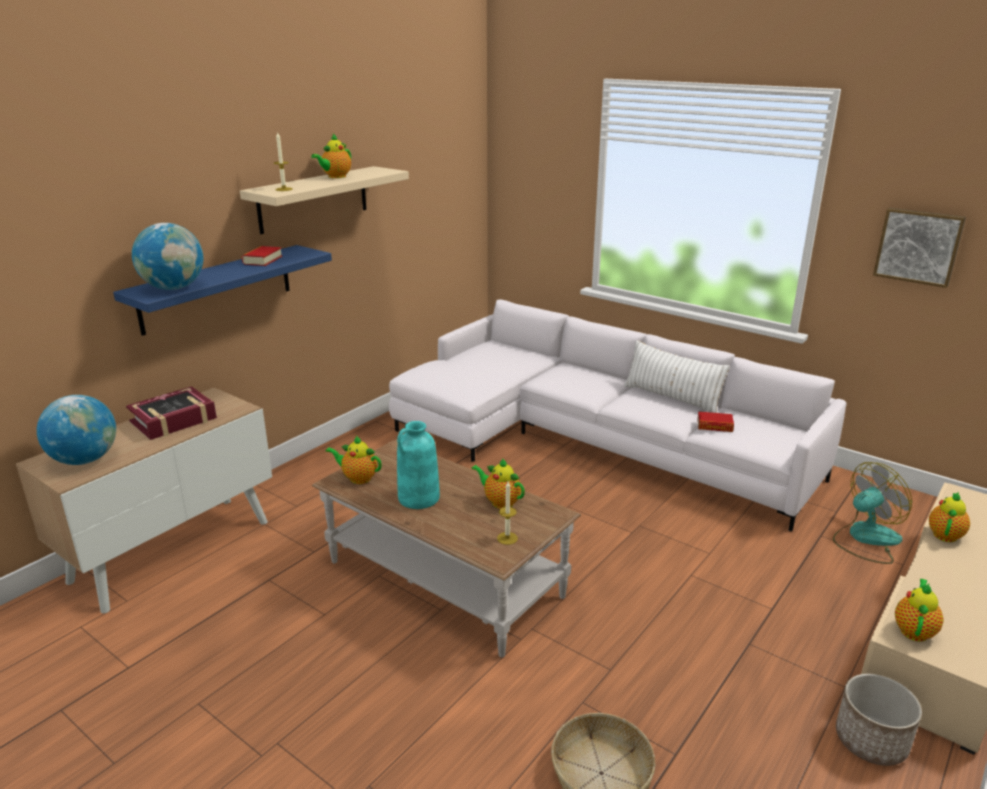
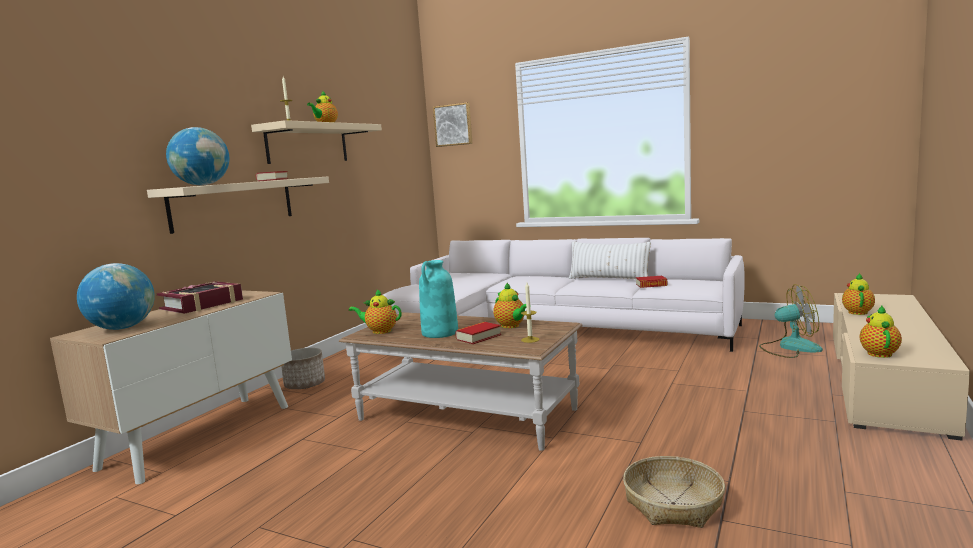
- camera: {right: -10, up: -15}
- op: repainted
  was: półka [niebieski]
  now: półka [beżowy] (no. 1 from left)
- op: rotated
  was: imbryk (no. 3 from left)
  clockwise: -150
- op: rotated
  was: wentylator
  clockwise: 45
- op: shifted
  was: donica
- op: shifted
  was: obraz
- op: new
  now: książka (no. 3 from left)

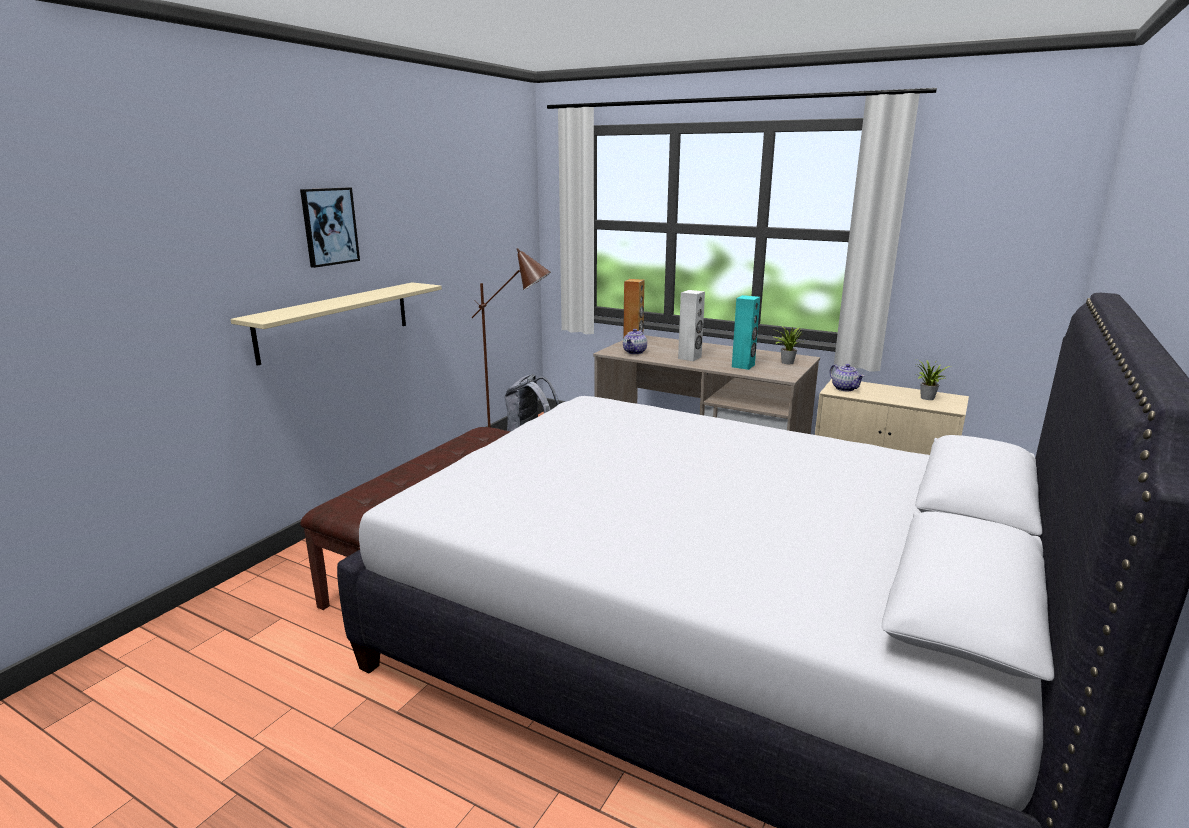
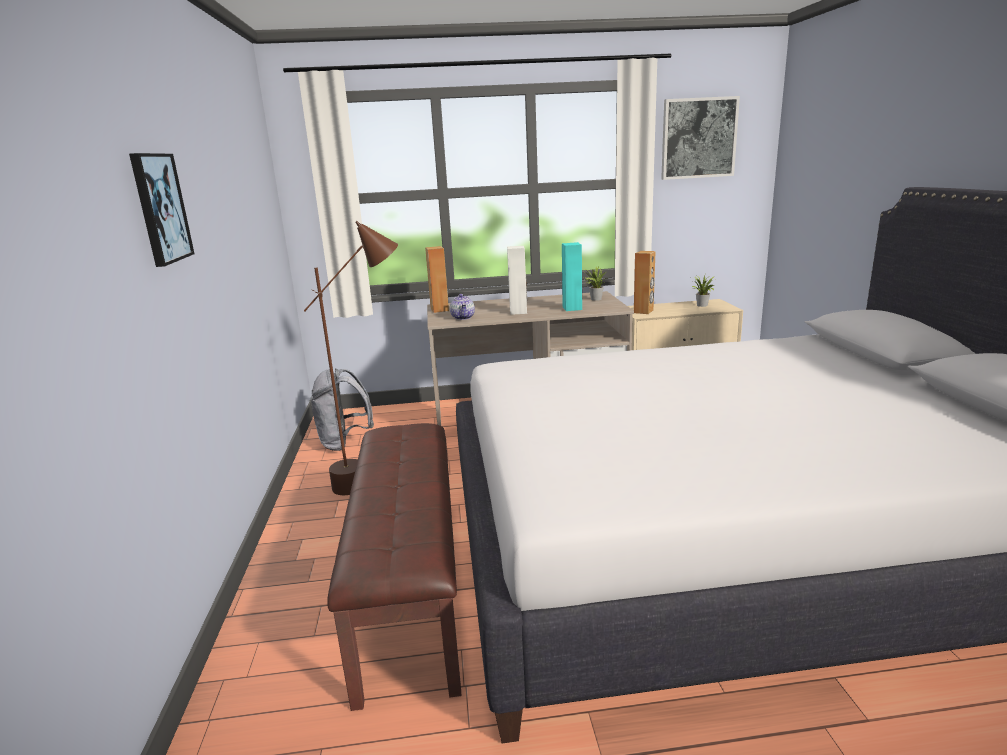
- camera: {right: -35, up: 0}
- op: gone
  was: półka [beżowy]
- op: swapped
  was: imbryk (no. 2 from left)
  now: głośnik [brązowy] (no. 2 from left)
- op: new
  now: obraz (no. 2 from left)

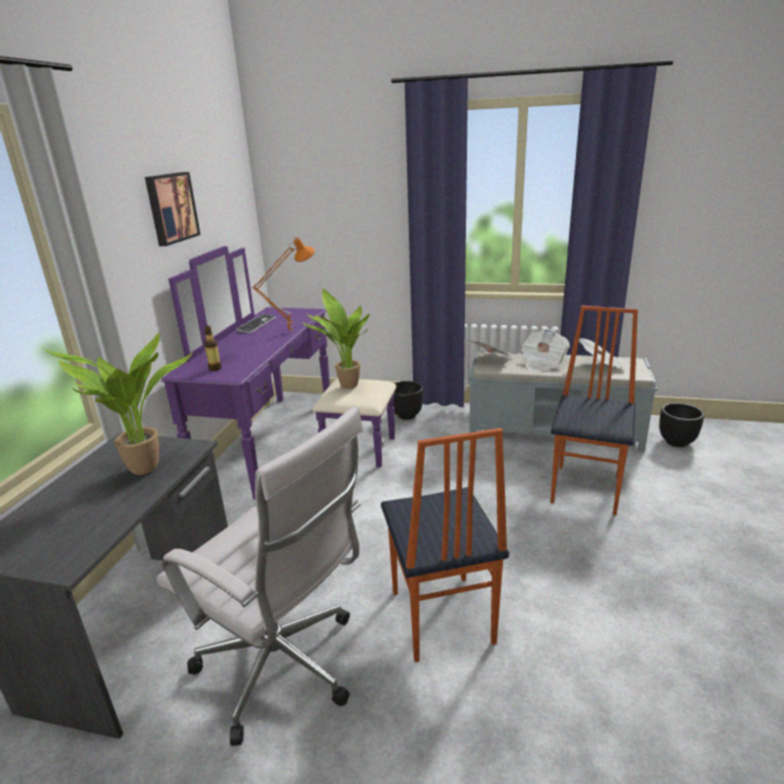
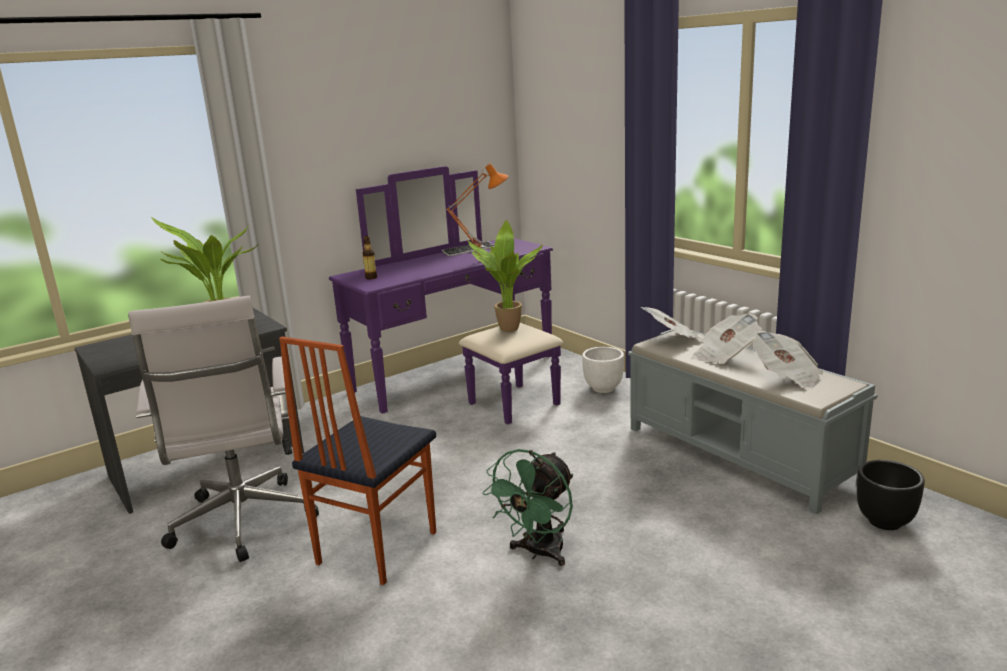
- camera: {right: 40, up: -5}
- op: gone
  was: obraz
- op: repainted
  was: donica [czarny] (no. 1 from left)
  now: donica [biały]
- op: gone
  was: krzesło (no. 2 from left)
- op: new
  now: wentylator [zielony]

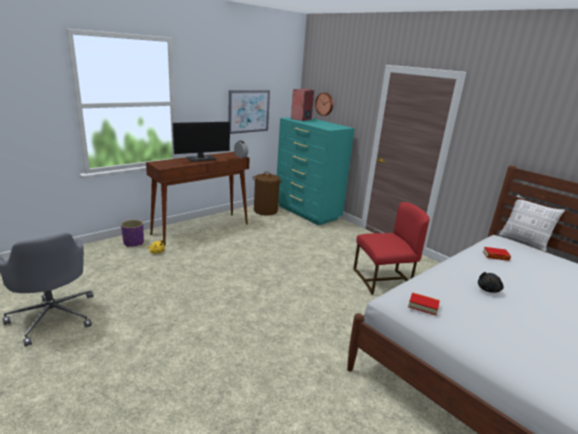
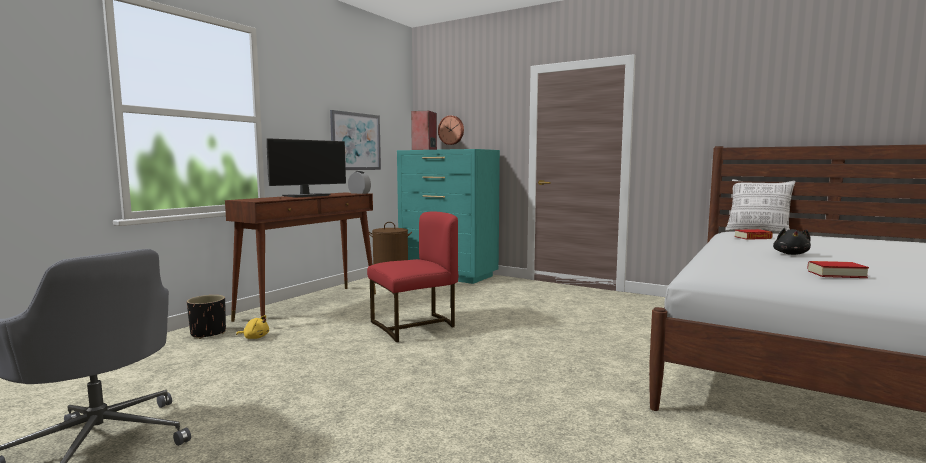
- camera: {right: -15, up: -15}
- op: repainted
  was: donica [fioletowy]
  now: donica [czarny]
- op: shifted
  was: krzesło [czerwony]
- op: shifted
  was: książka (no. 1 from left in the first image)
  now: książka (no. 2 from left)

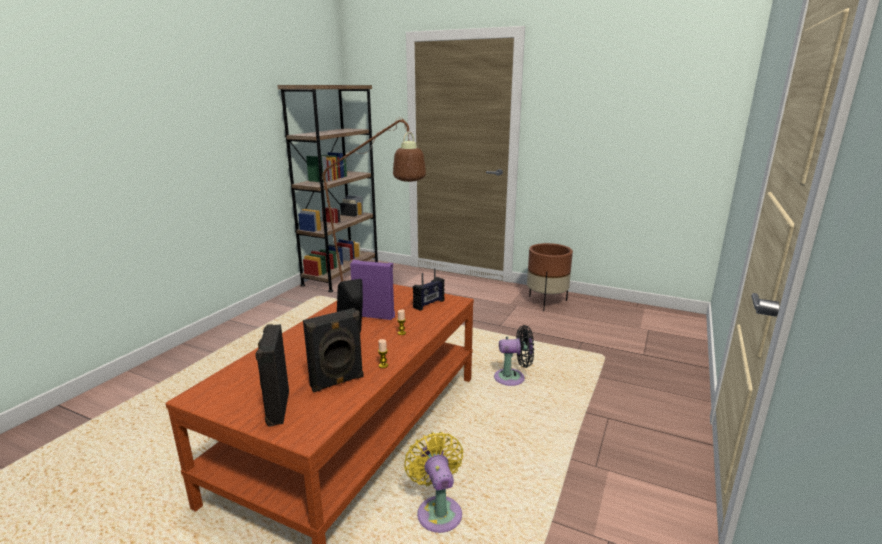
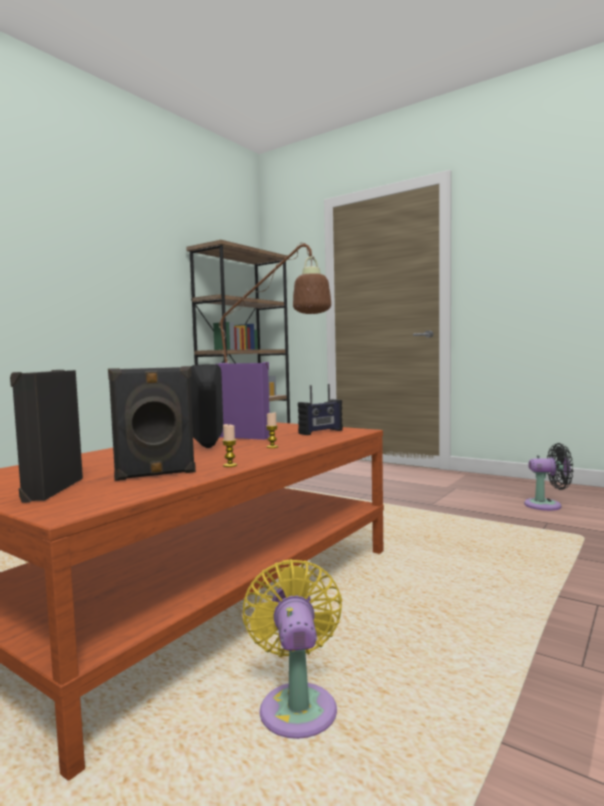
- camera: {right: 10, up: -15}
- op: shifted
  was: wentylator [czarny]
- op: gone
  was: donica [brązowy]

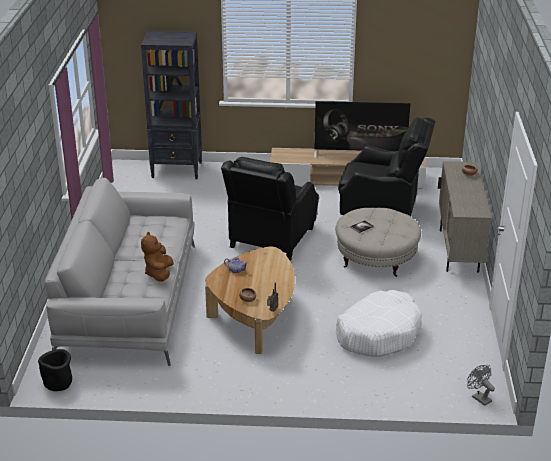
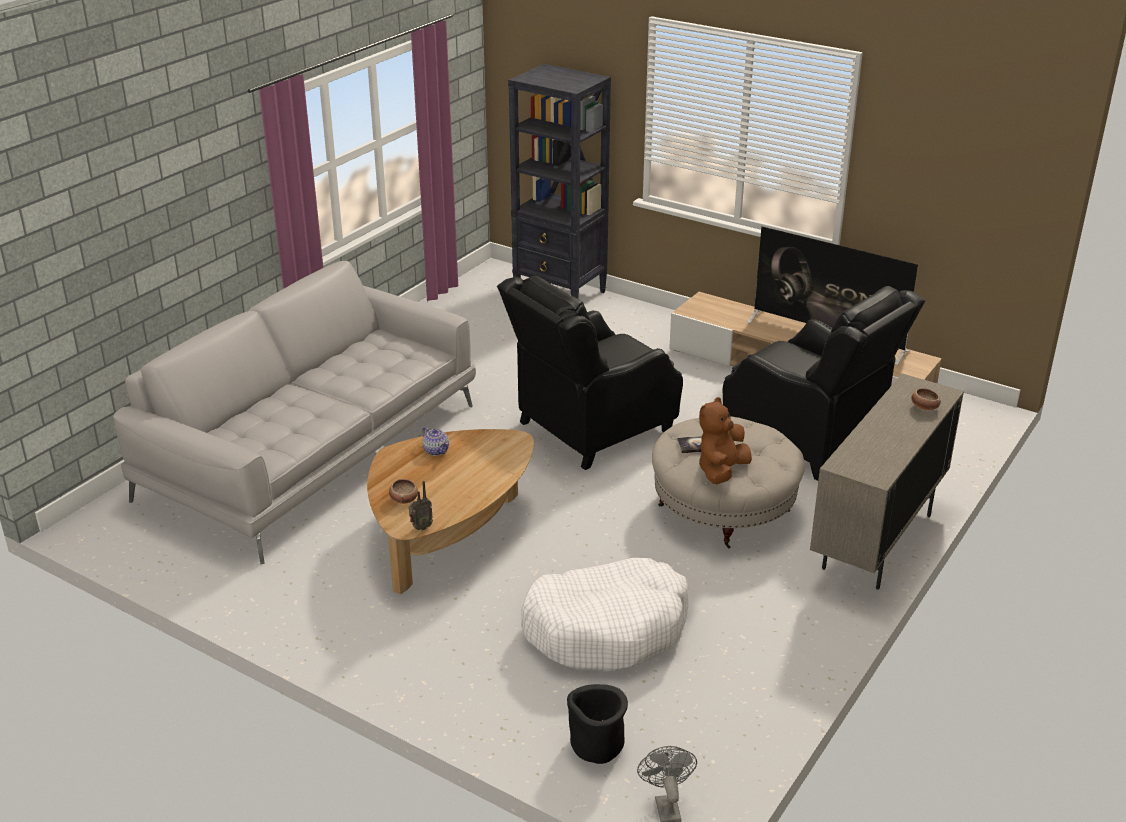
- camera: {right: 30, up: 0}
- op: shifted
  was: donica [czarny]
- op: shifted
  was: pluszak [brązowy]

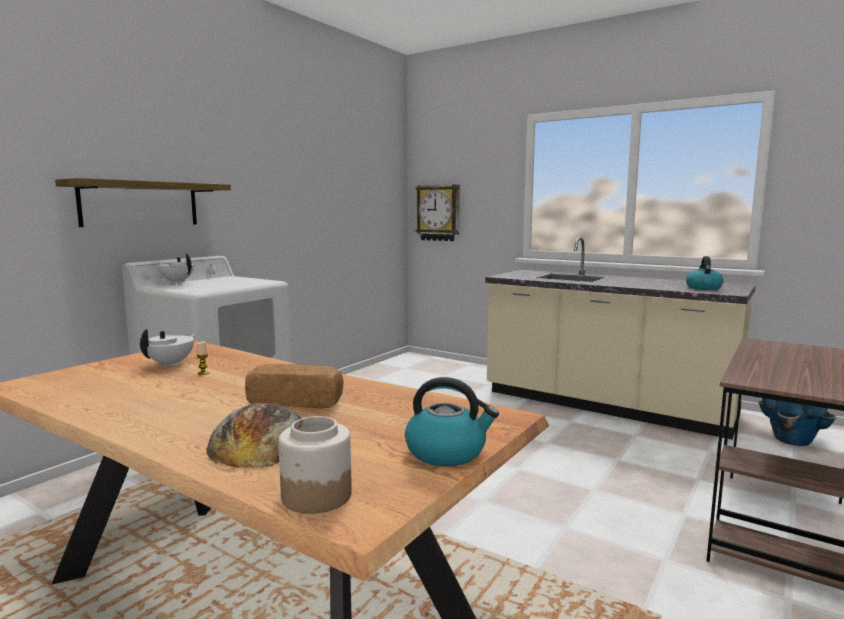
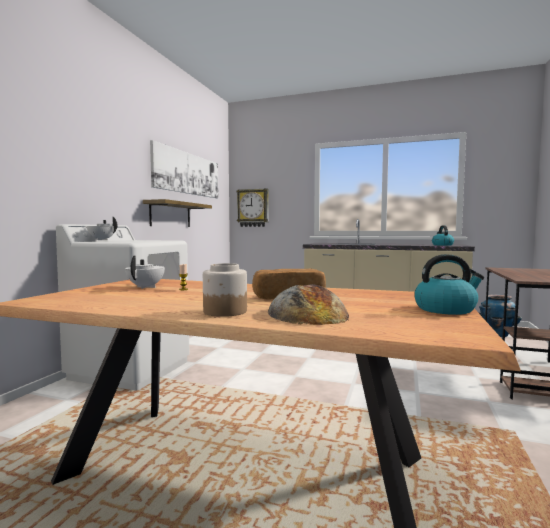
- camera: {right: -15, up: -5}
- op: shifted
  was: półka
- op: shifted
  was: słoik
- op: new
  now: obraz

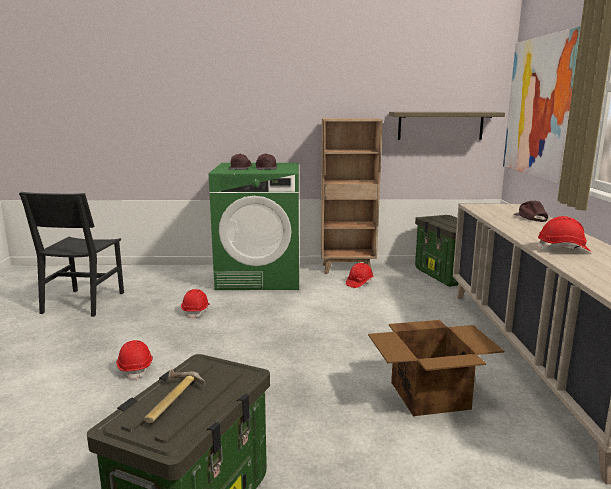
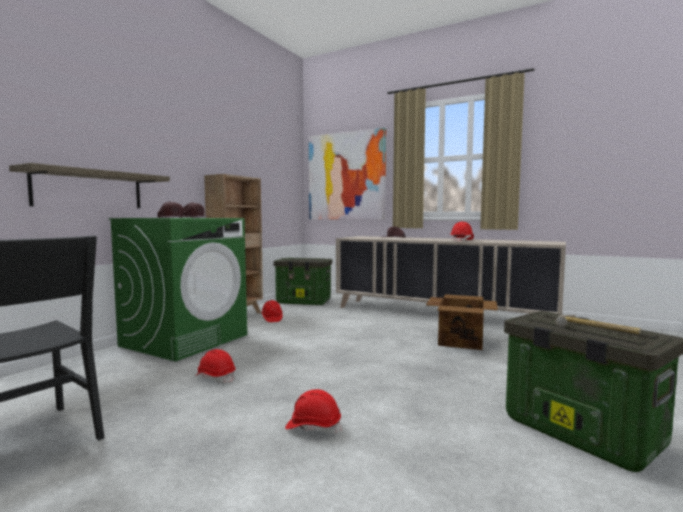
- camera: {right: -60, up: -10}
- op: shifted
  was: półka

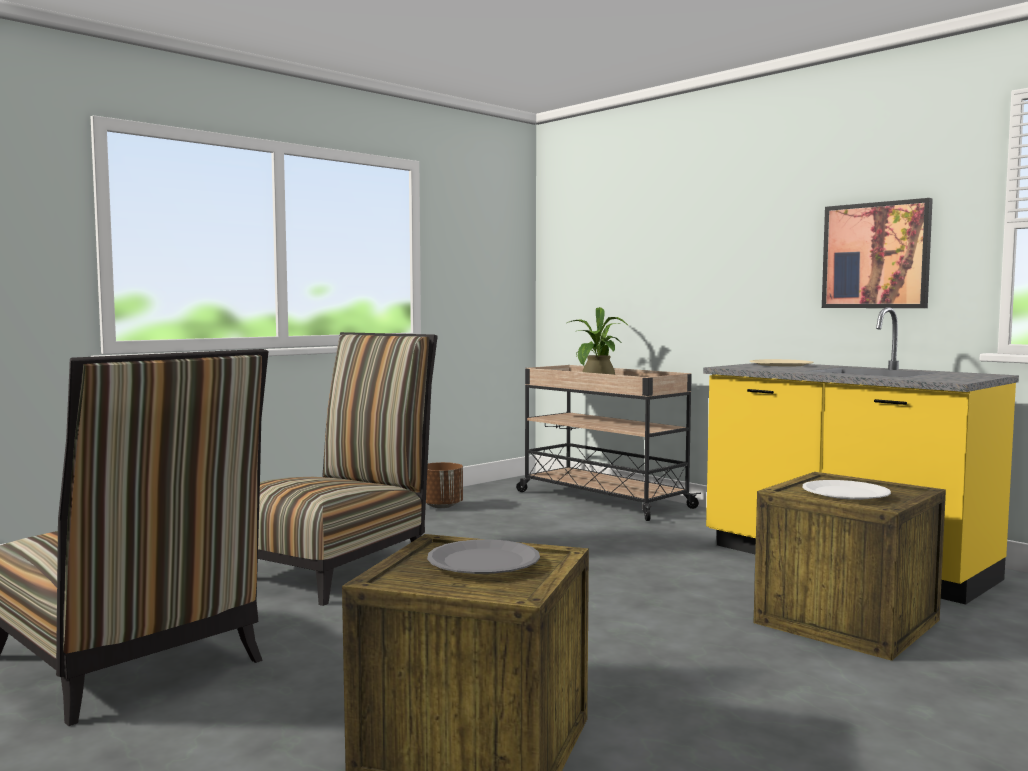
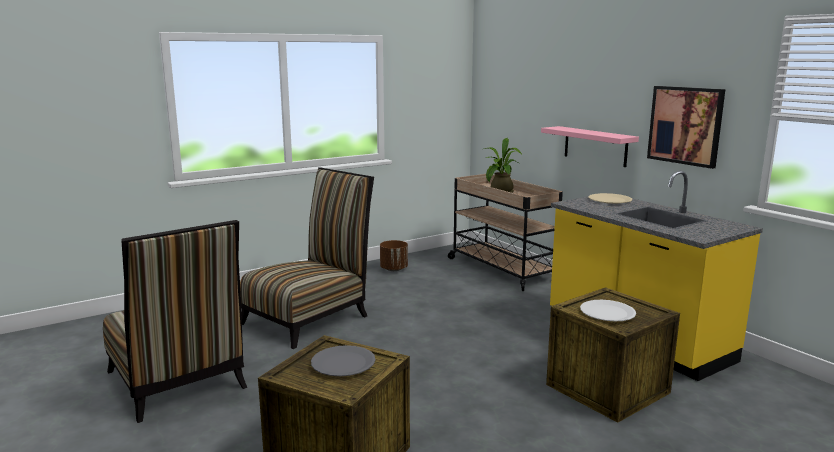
- camera: {right: 10, up: 10}
- op: new
  now: półka [różowy]

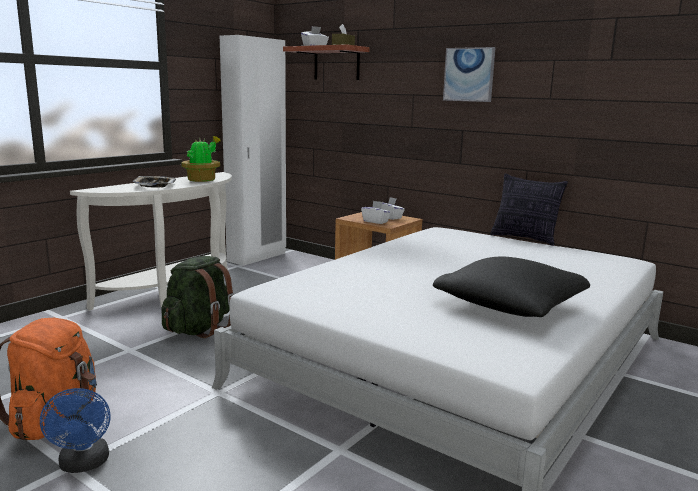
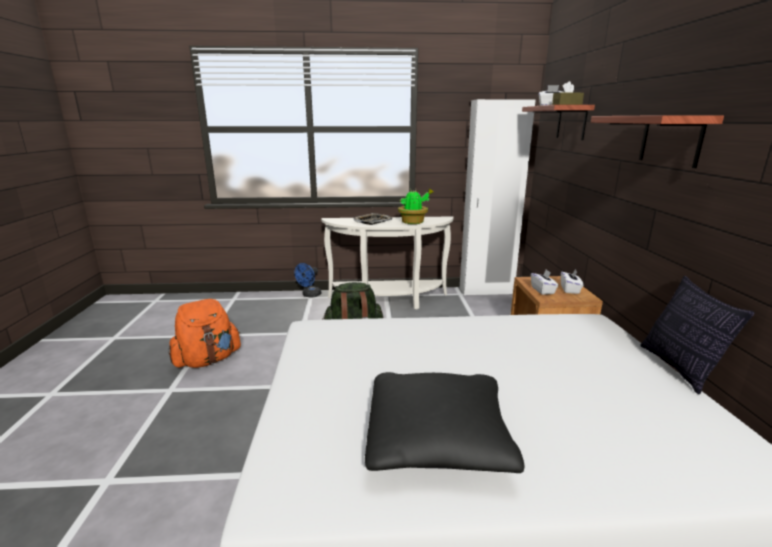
- camera: {right: 50, up: 5}
- op: shifted
  was: wentylator [niebieski]
- op: swapped
  was: obraz
  now: półka (no. 2 from left)

